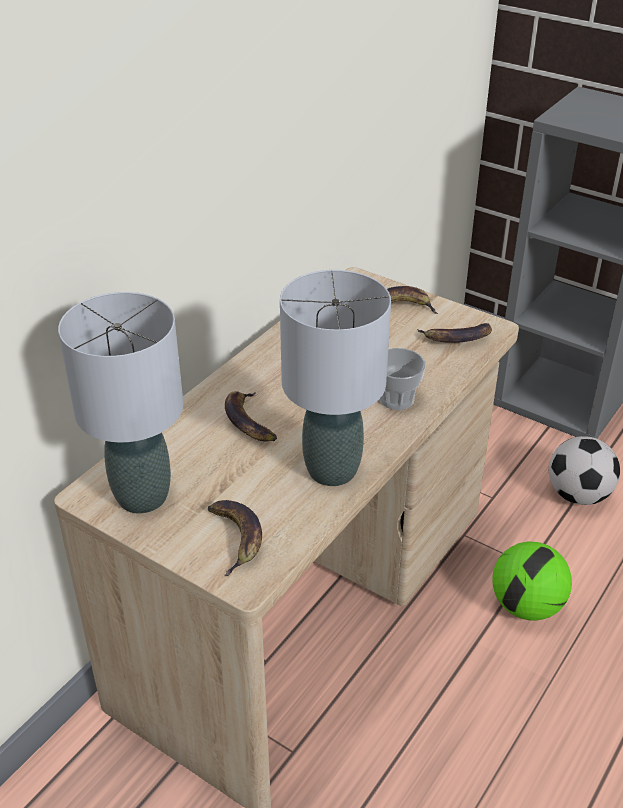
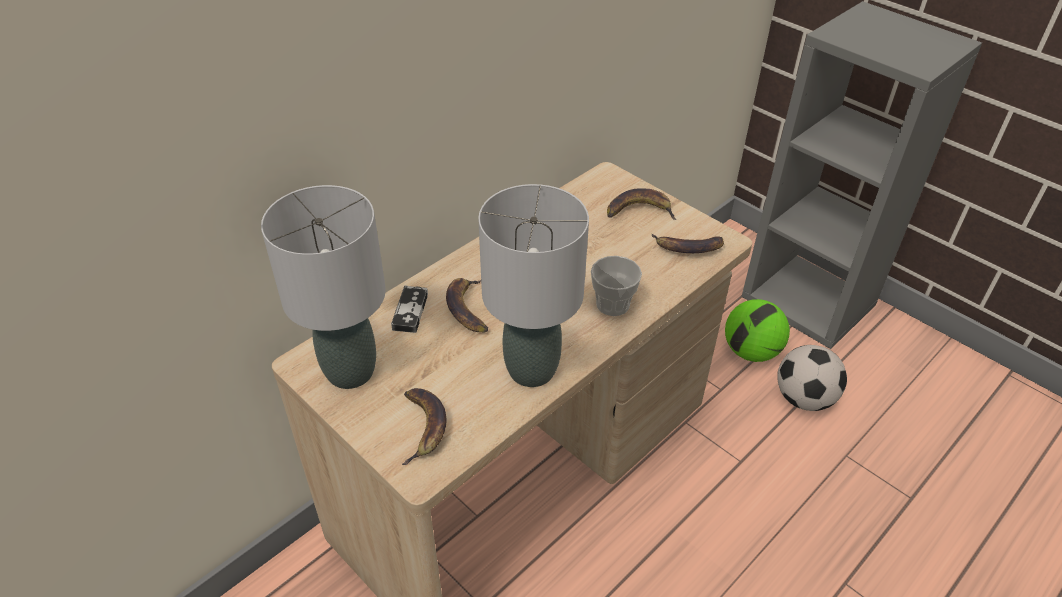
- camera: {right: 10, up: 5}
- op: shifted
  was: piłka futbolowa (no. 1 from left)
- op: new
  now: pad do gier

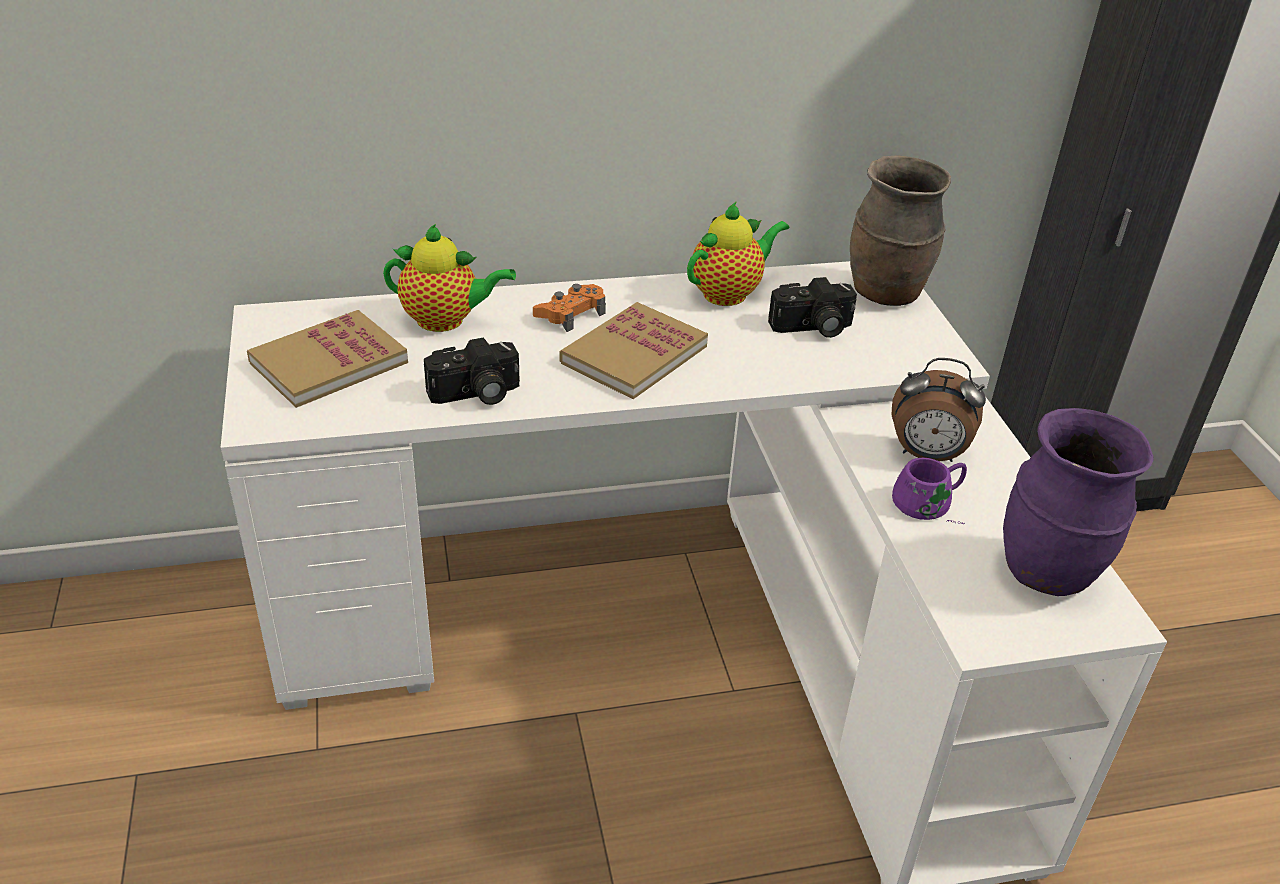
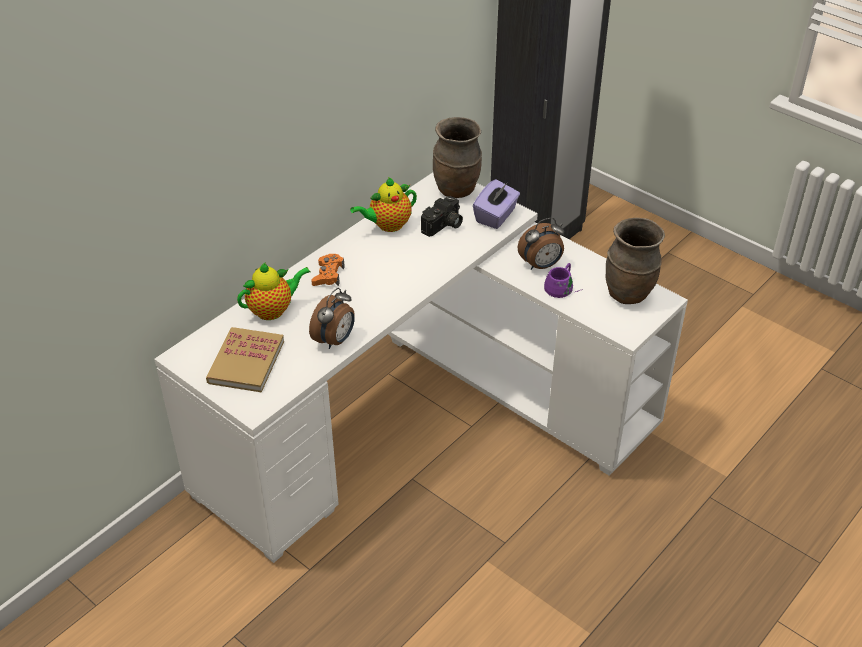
- camera: {right: -35, up: 5}
- op: swapped
  was: aparat fotograficzny (no. 1 from left)
  now: budzik (no. 1 from left)
- op: gone
  was: książka (no. 2 from left)
- op: rotated
  was: imbryk (no. 2 from left)
  clockwise: -135
- op: repainted
  was: wazon [fioletowy]
  now: wazon [brązowy] (no. 2 from left)
- op: new
  now: pudełko chusteczek [fioletowy]

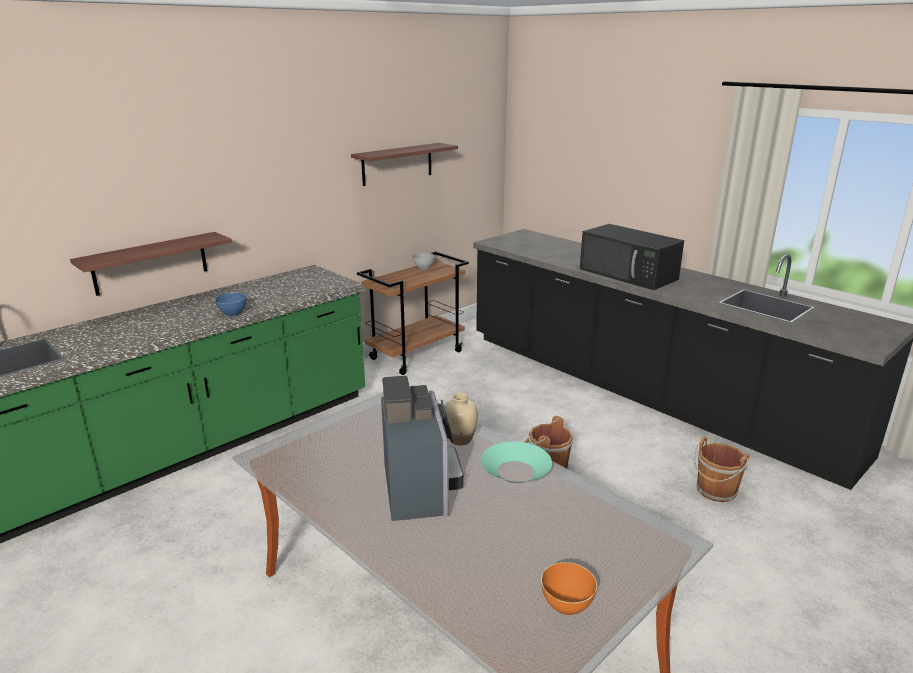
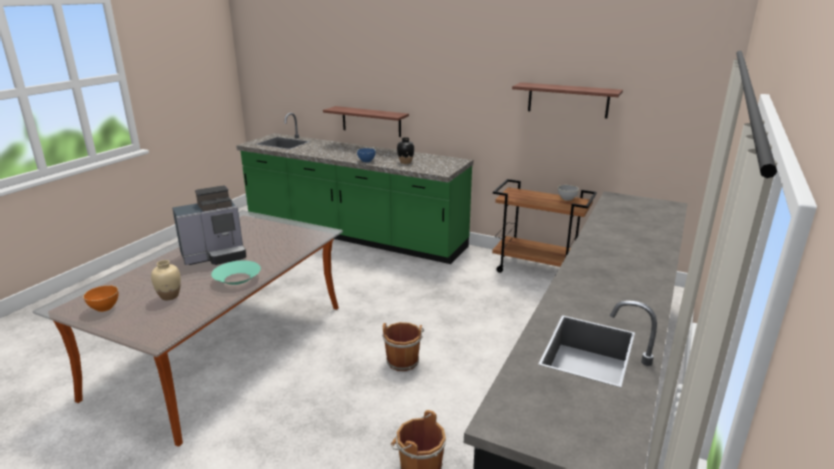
- camera: {right: 70, up: 0}
- op: shifted
  was: wazon [beżowy]
- op: gone
  was: mikrofalówka [czarny]
- op: new
  now: wazon [czarny]

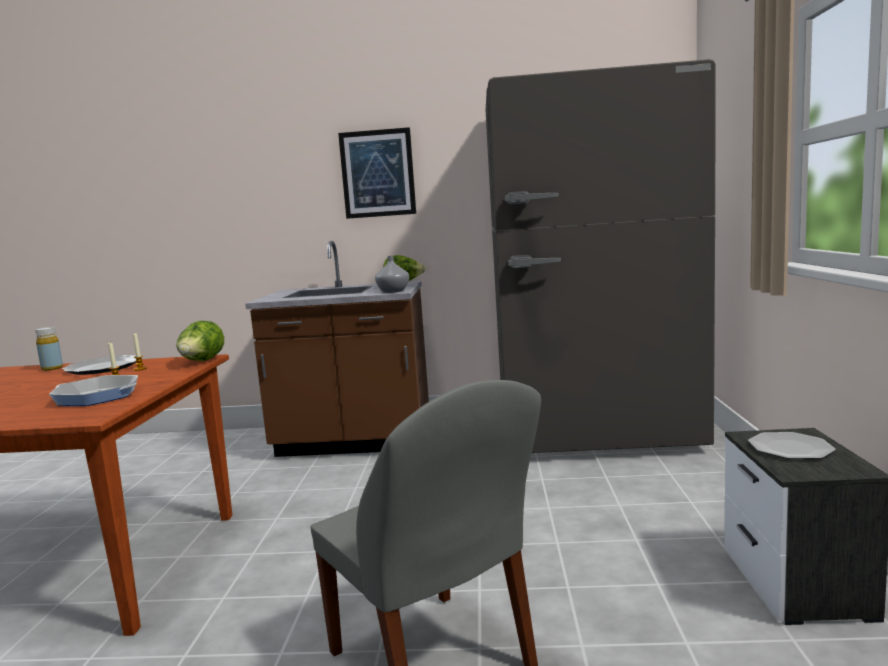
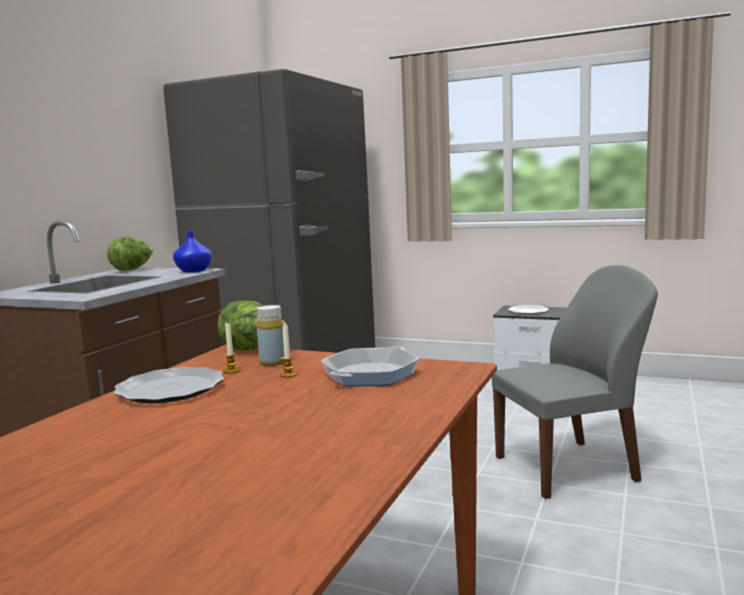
- camera: {right: -70, up: 0}
- op: shifted
  was: butelka [żółty]
- op: gone
  was: obraz
- op: repainted
  was: wazon [szary]
  now: wazon [niebieski]

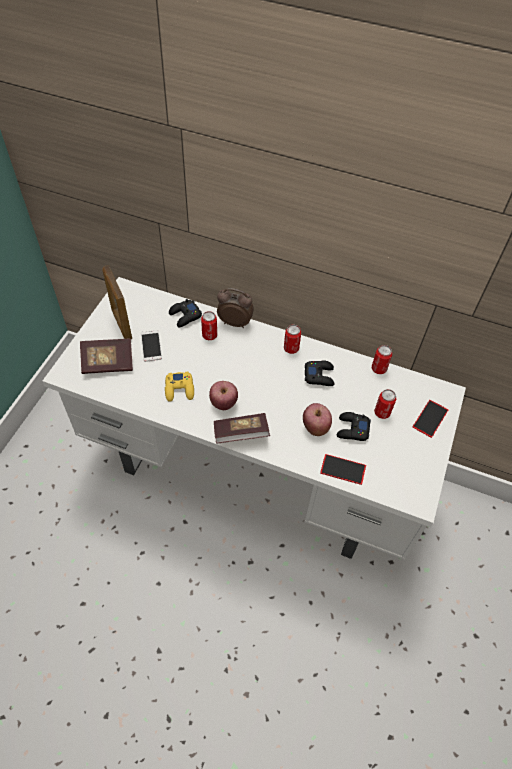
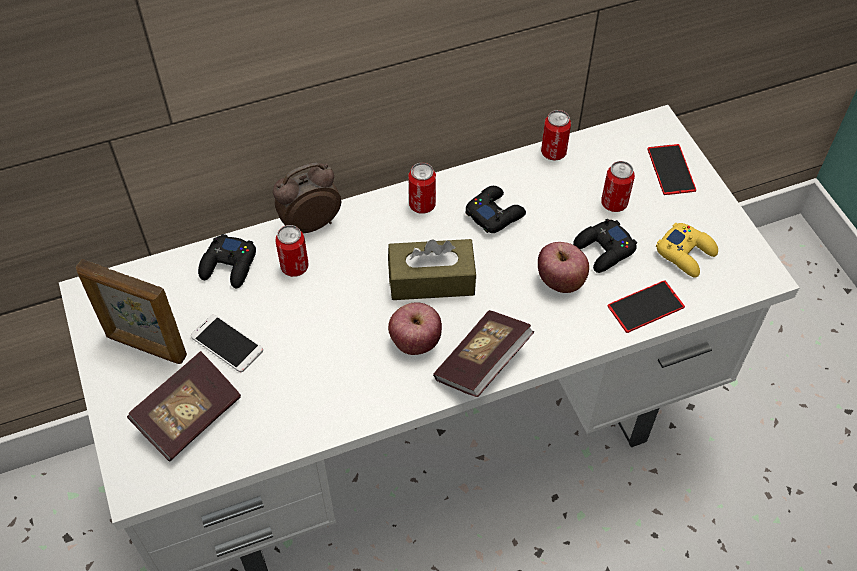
- camera: {right: -40, up: 0}
- op: shifted
  was: pad do gier [żółty]
- op: new
  now: pudełko chusteczek [brązowy]

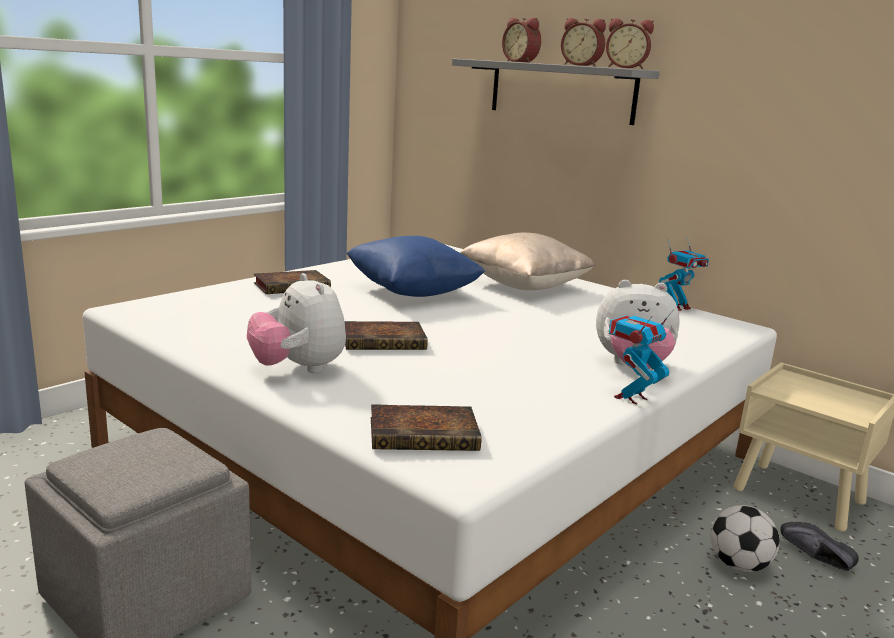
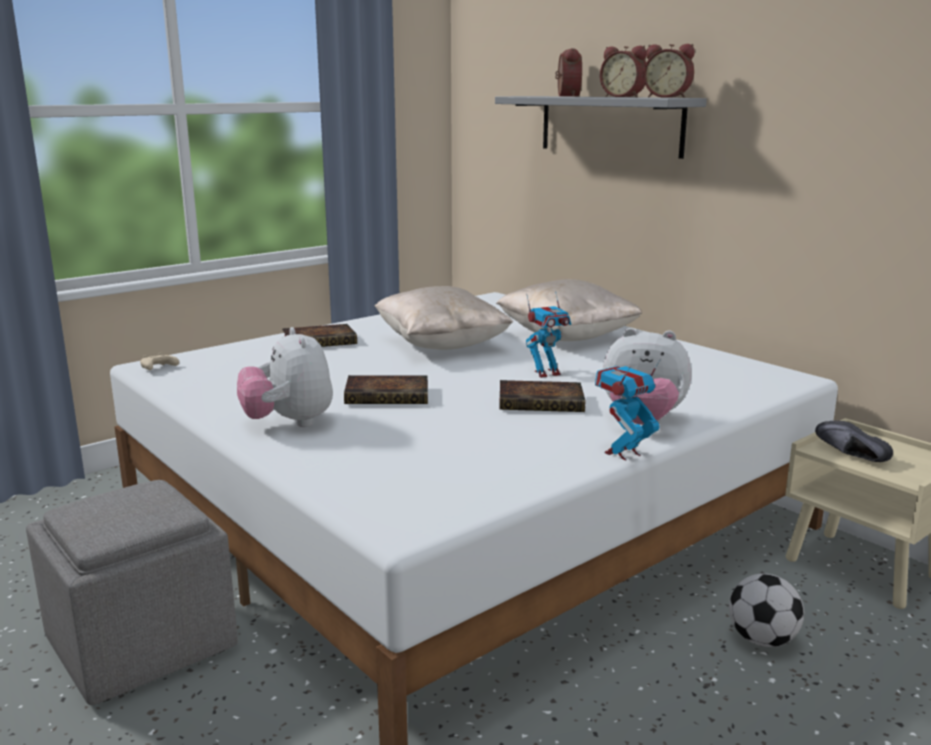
- camera: {right: 10, up: 0}
- op: repainted
  was: poduszka [niebieski]
  now: poduszka [beżowy] (no. 1 from left)
- op: shifted
  was: książka (no. 3 from left)
- op: rotated
  was: budzik (no. 1 from left)
  clockwise: -150
- op: shifted
  was: robot zabawkowy (no. 2 from left in the first image)
  now: robot zabawkowy (no. 1 from left)
- op: shifted
  was: but [czarny]
- op: new
  now: pad do gier [beżowy]

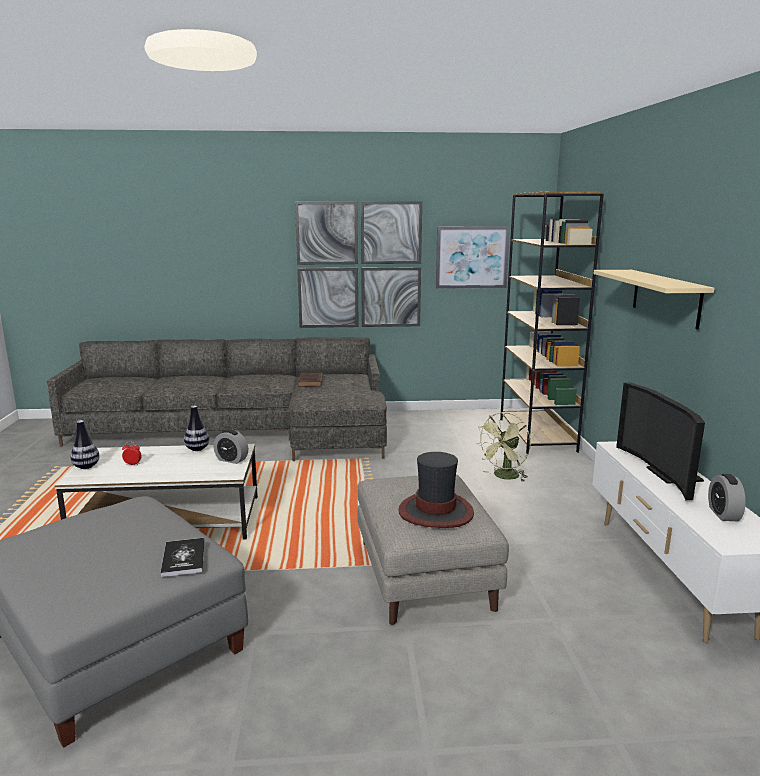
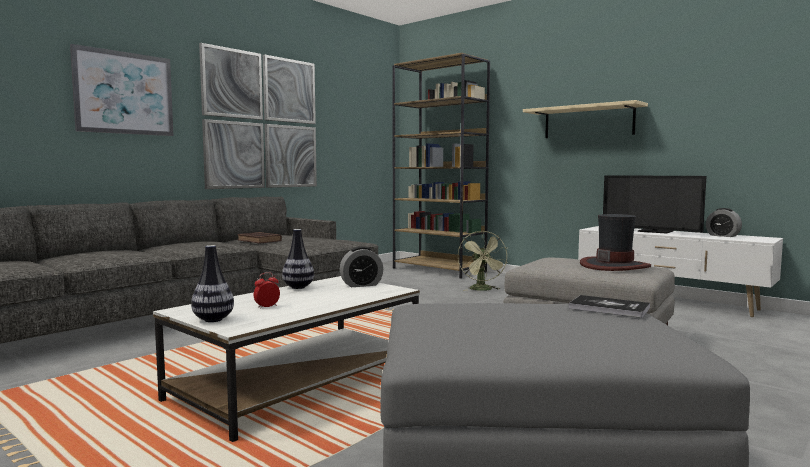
- camera: {right: -45, up: -10}
- op: shifted
  was: obraz (no. 2 from left in the first image)
  now: obraz (no. 1 from left)

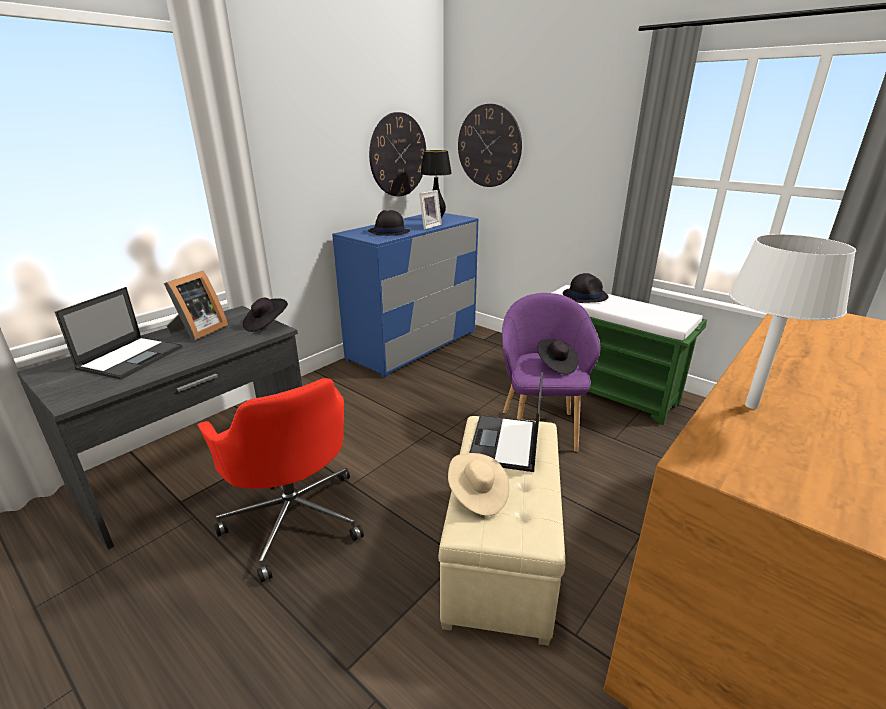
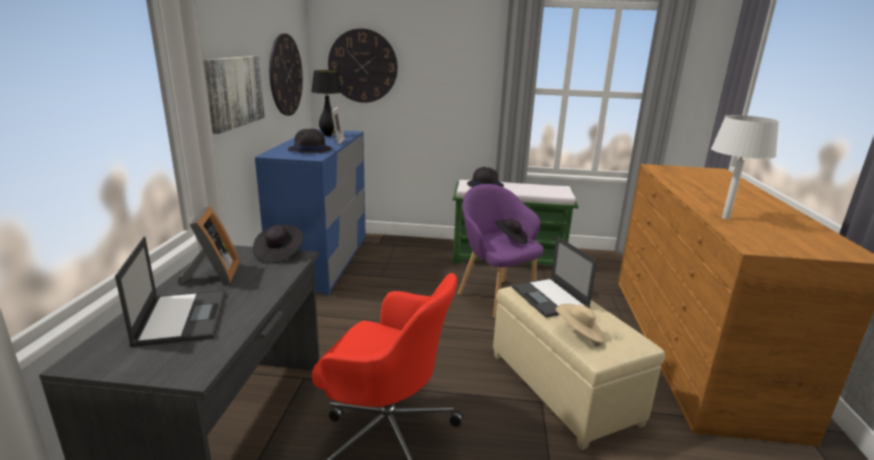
- camera: {right: -35, up: -5}
- op: new
  now: obraz

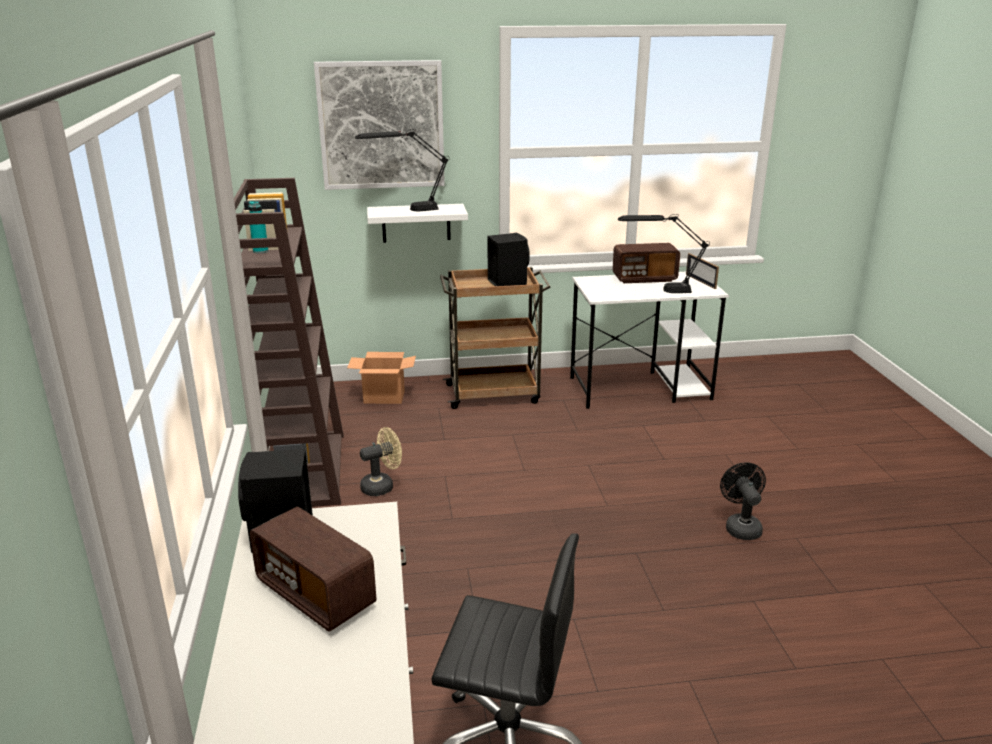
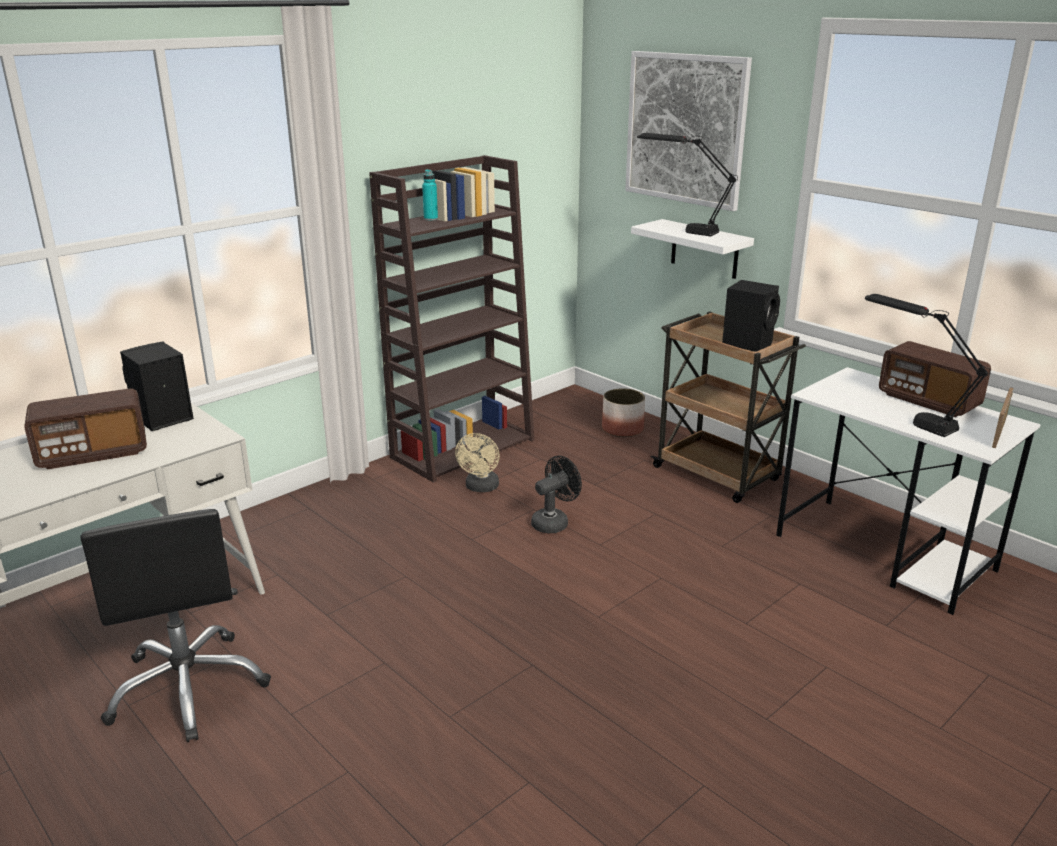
- camera: {right: 55, up: 0}
- op: rotated
  was: radio (no. 1 from left)
  clockwise: -120
- op: swapped
  was: karton
  now: donica
- op: rotated
  was: wentylator [beżowy]
  clockwise: 75
- op: shifted
  was: wentylator [czarny]

